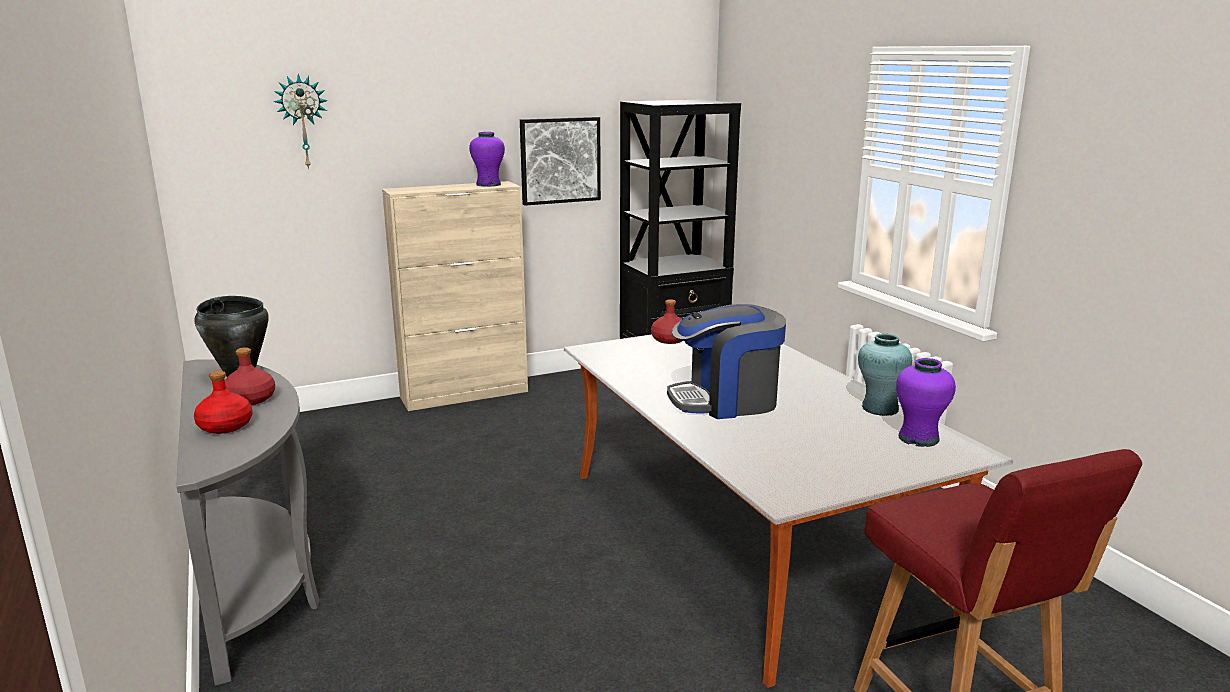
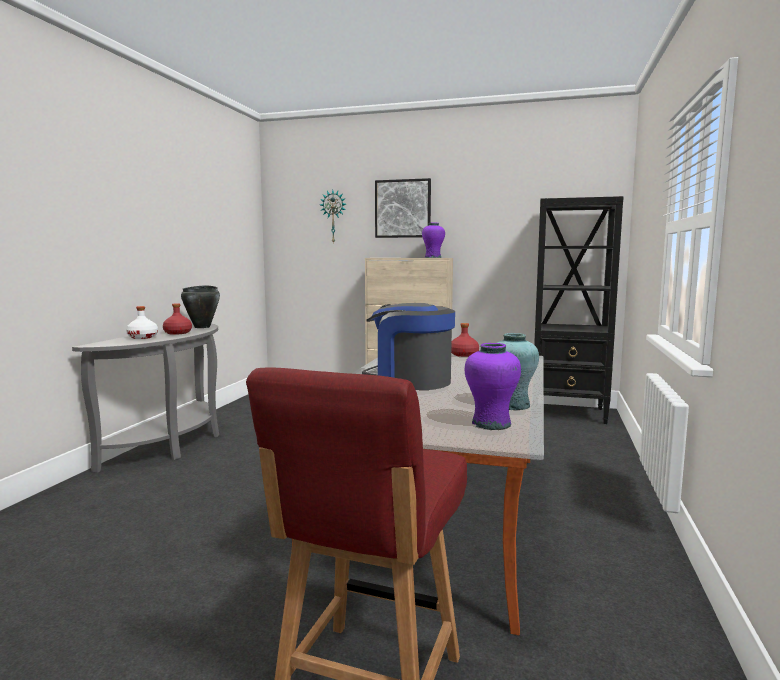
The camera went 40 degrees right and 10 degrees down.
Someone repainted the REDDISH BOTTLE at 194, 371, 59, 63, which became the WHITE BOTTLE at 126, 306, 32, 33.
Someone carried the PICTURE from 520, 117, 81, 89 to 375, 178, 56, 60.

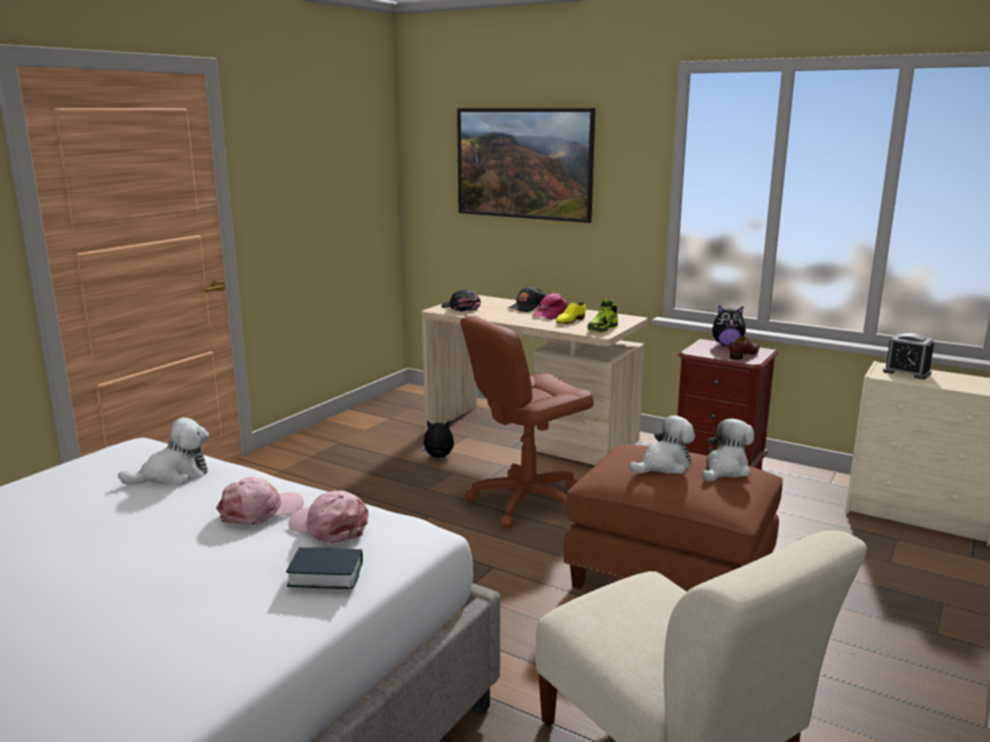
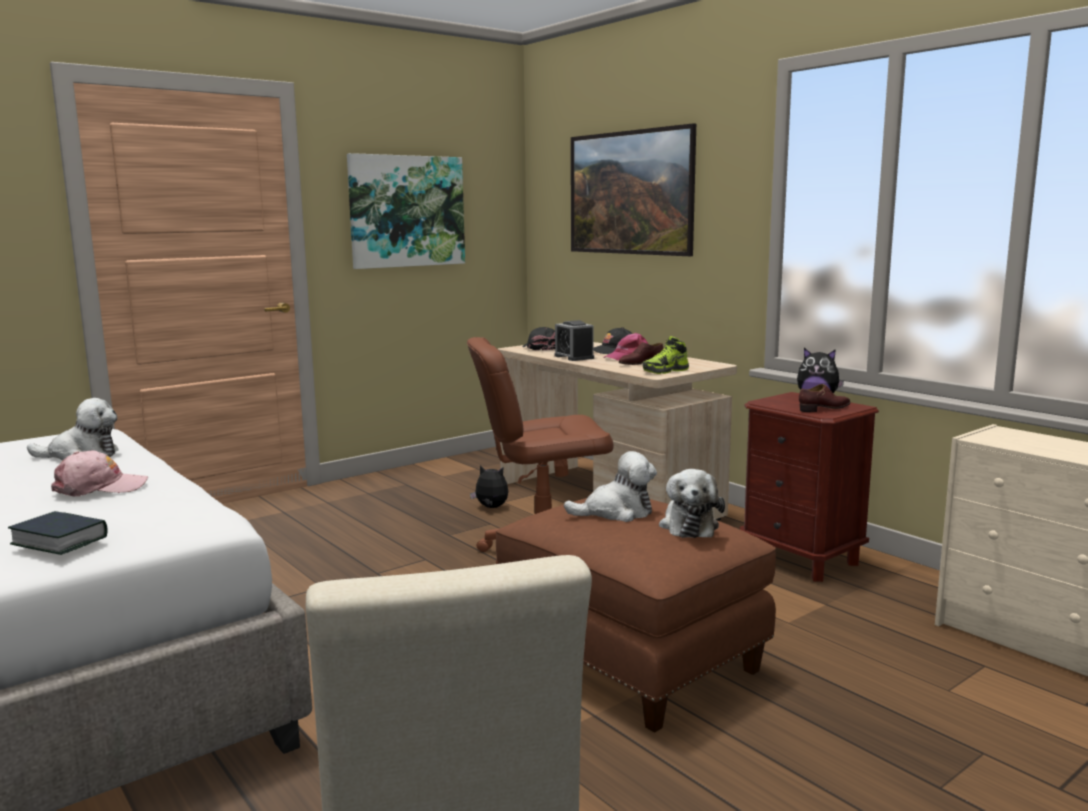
The camera went 20 degrees right and 5 degrees down.
Someone took away the PINK CAP at 288, 490, 81, 54.
Someone repainted the YELLOW LOW SHOE at 556, 302, 30, 22, which became the BROWN-COLOURED LOW SHOE at 619, 342, 45, 23.
Someone rotated the PLUSH TOY at 702, 419, 52, 62 by 120 degrees clockwise.
Someone carried the BEDSIDE CLOCK from 883, 333, 51, 46 to 554, 320, 40, 41.
Someone put up the PICTURE at 347, 153, 118, 116.

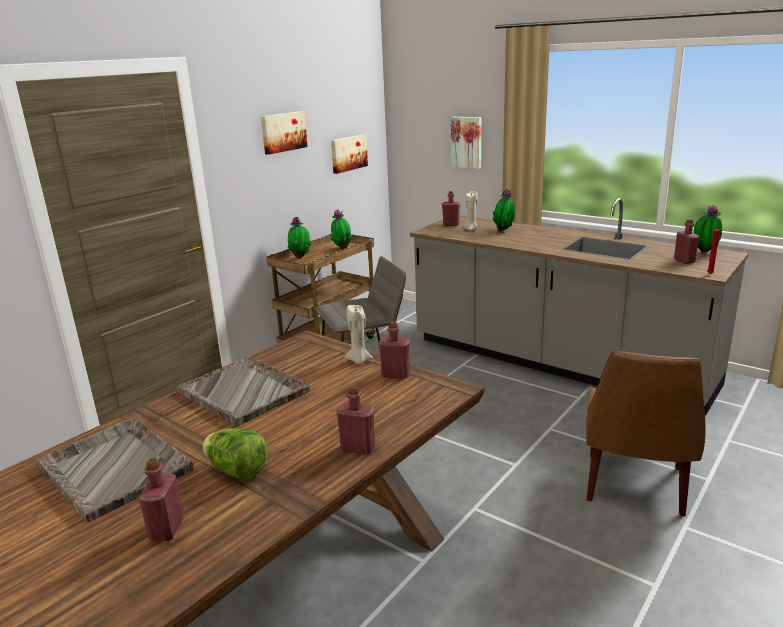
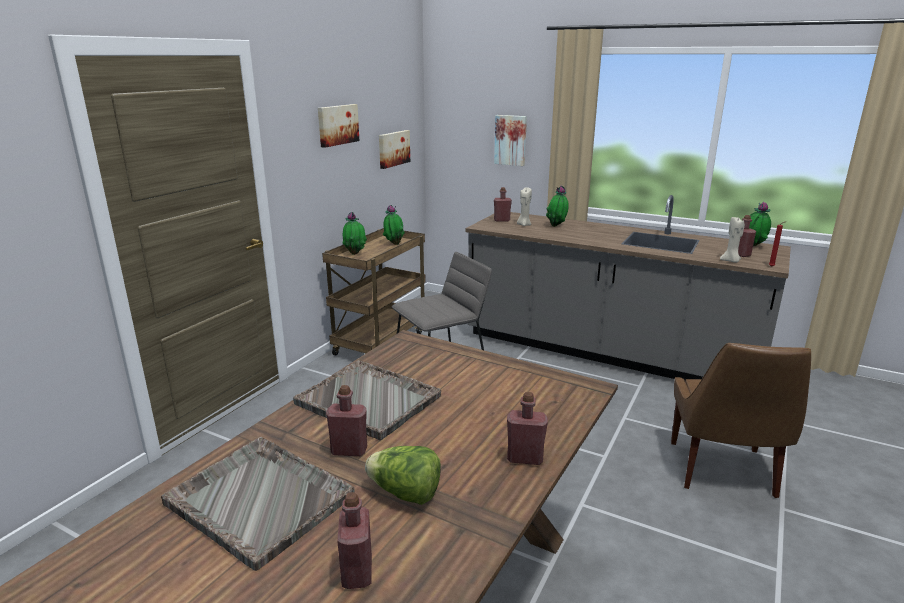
The camera went 10 degrees left and 0 degrees up.
Someone carried the BEIGE-COLOURED WAX LIGHT from 345, 305, 28, 59 to 720, 217, 25, 46.
Someone carried the REDDISH BOTTLE from 379, 321, 31, 58 to 326, 385, 41, 71.

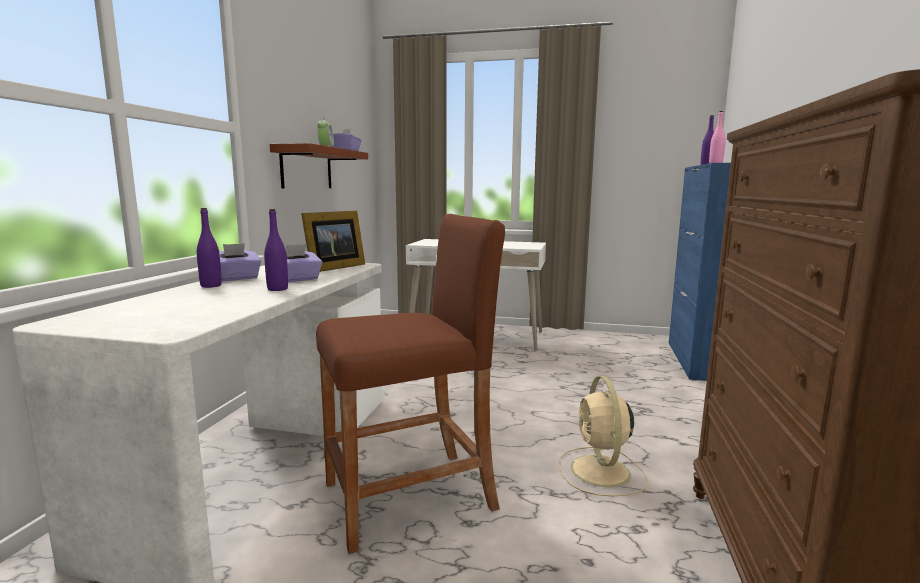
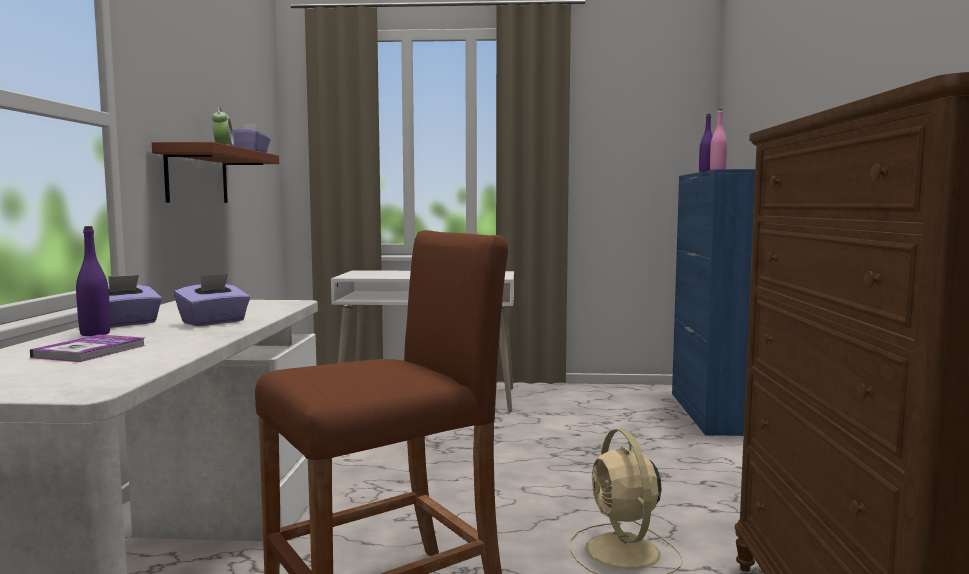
The camera went 10 degrees left and 5 degrees down.
Someone took away the PURPLISH BOTTLE at 264, 209, 24, 82.
Someone took away the PICTURE FRAME at 301, 211, 64, 61.
Someone put down the BOUND BOOK at 30, 335, 116, 27.

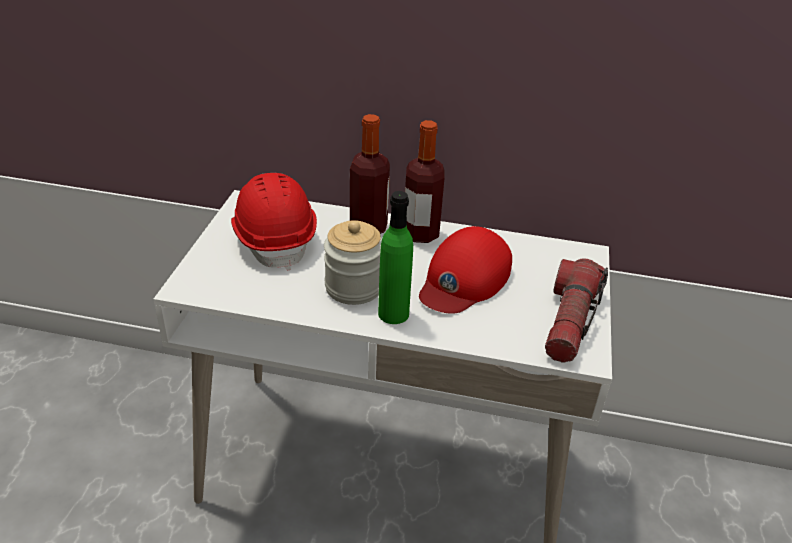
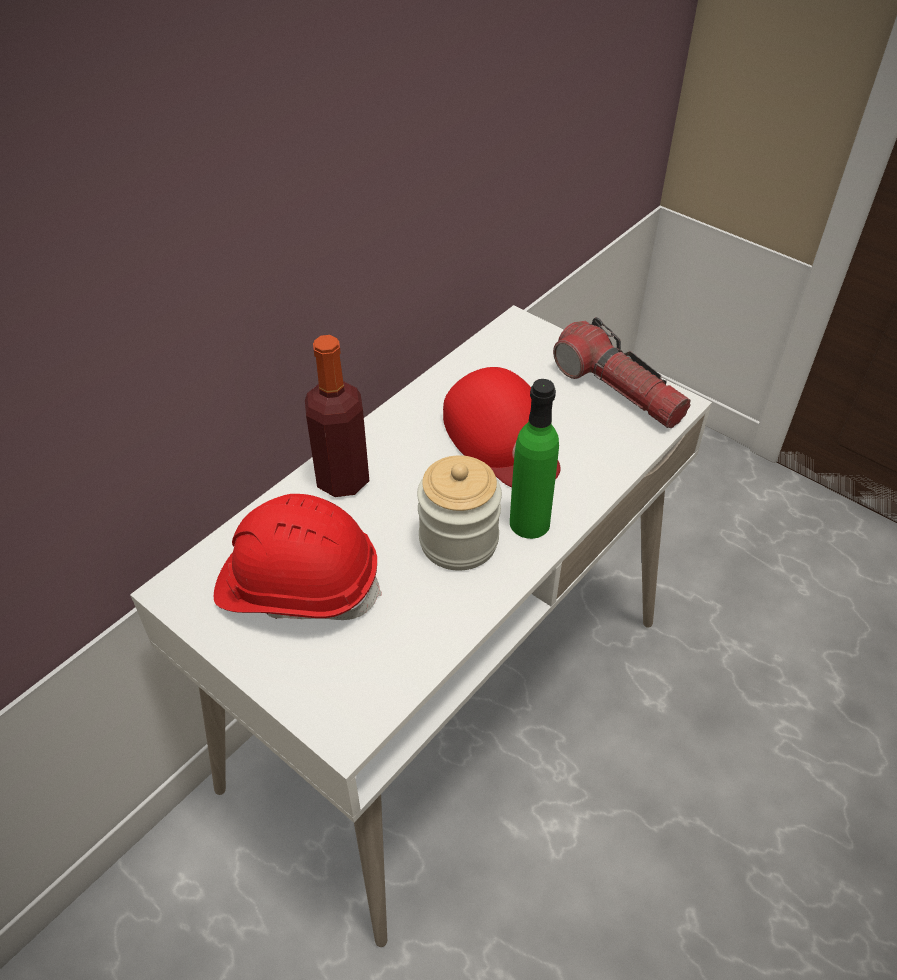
The camera went 60 degrees left and 10 degrees up.
Someone took away the BOTTLE at 405, 120, 40, 123.

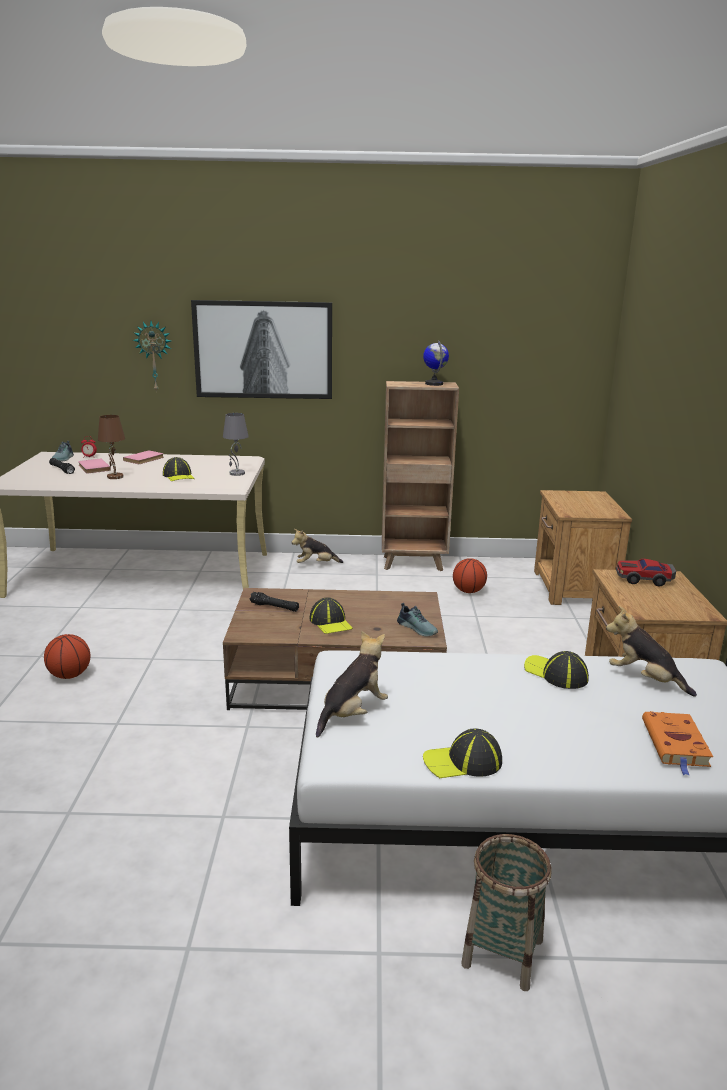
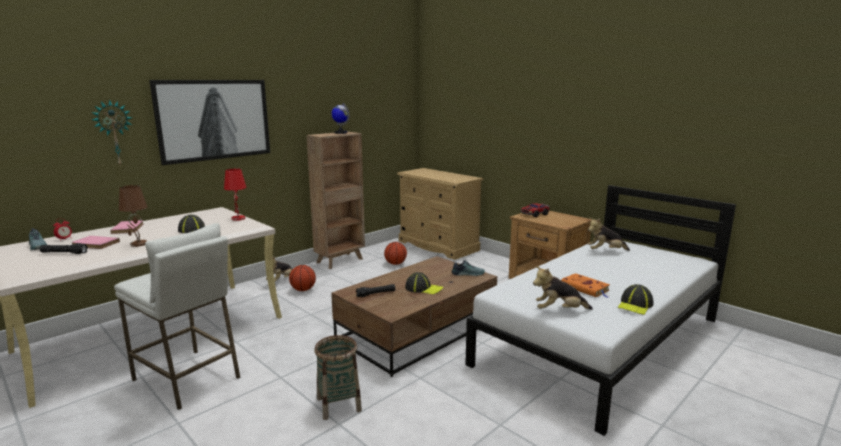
The camera went 45 degrees left and 5 degrees down.
Someone carried the BASKETBALL from 44, 634, 46, 45 to 289, 265, 27, 26.
Someone repainted the GREYISH TABLE LAMP at 223, 413, 26, 63, which became the REDDISH TABLE LAMP at 224, 169, 23, 52.
Someone rotated the PLUSH TOY at 316, 631, 72, 107 by 90 degrees counterclockwise.
Someone carried the STORAGE BASKET from 461, 834, 91, 157 to 314, 335, 48, 85.
Someone took away the CAP at 524, 651, 65, 38.
Someone swapped the BROWN-COLOURED BEDSIDE TABLE at 534, 490, 98, 115 for the BEIGE-COLOURED DRESSER at 397, 168, 86, 92.
Someone carried the ORANGE BOUND BOOK from 642, 711, 71, 65 to 561, 273, 49, 25.
Someone put down the WHITE STOOL SEAT at 114, 223, 127, 187.

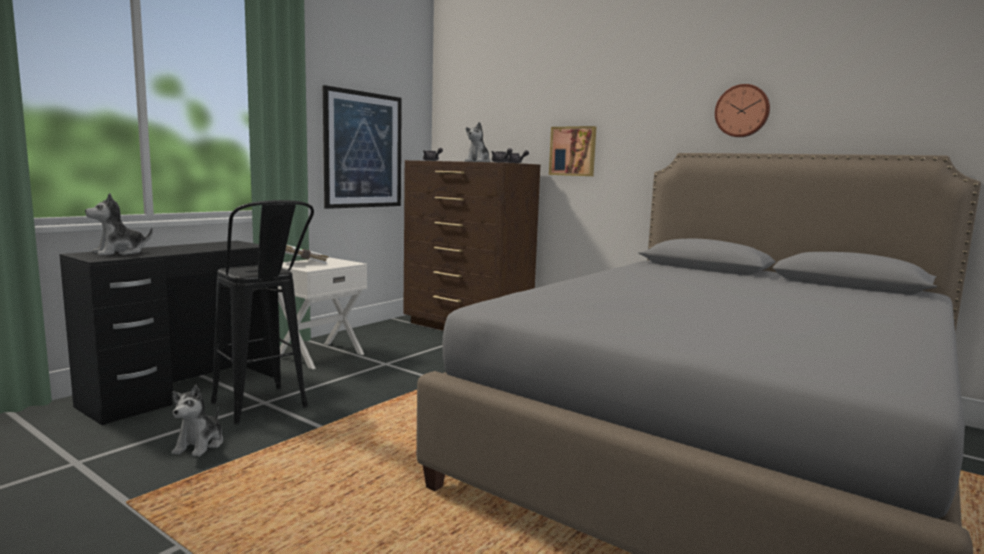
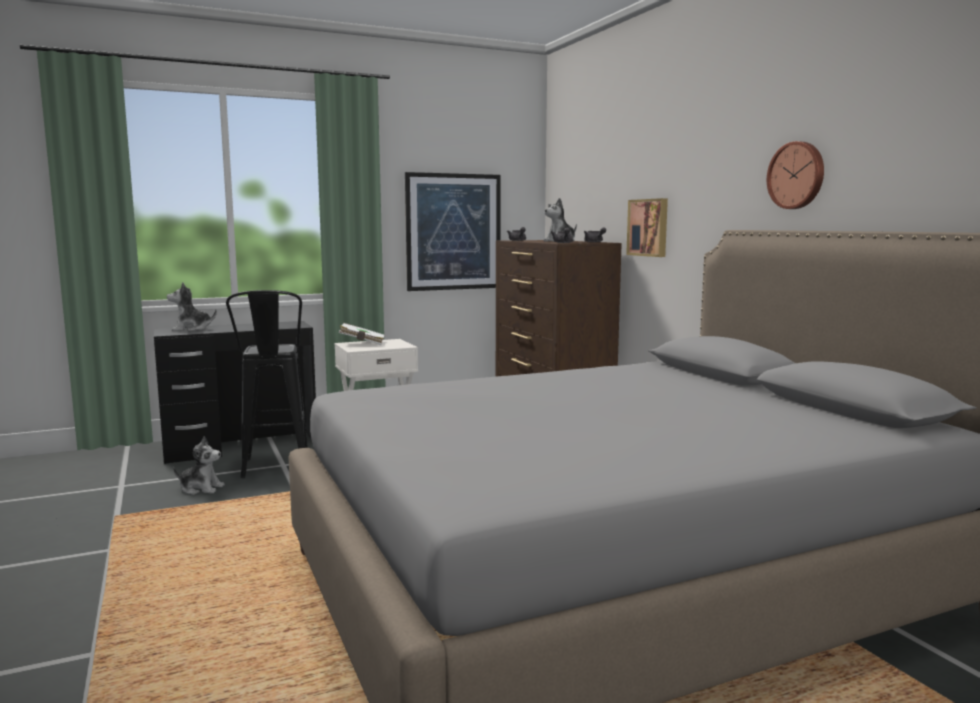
The camera went 30 degrees right and 0 degrees up.
Someone rotated the PLUSH TOY at 172, 385, 51, 72 by 120 degrees counterclockwise.

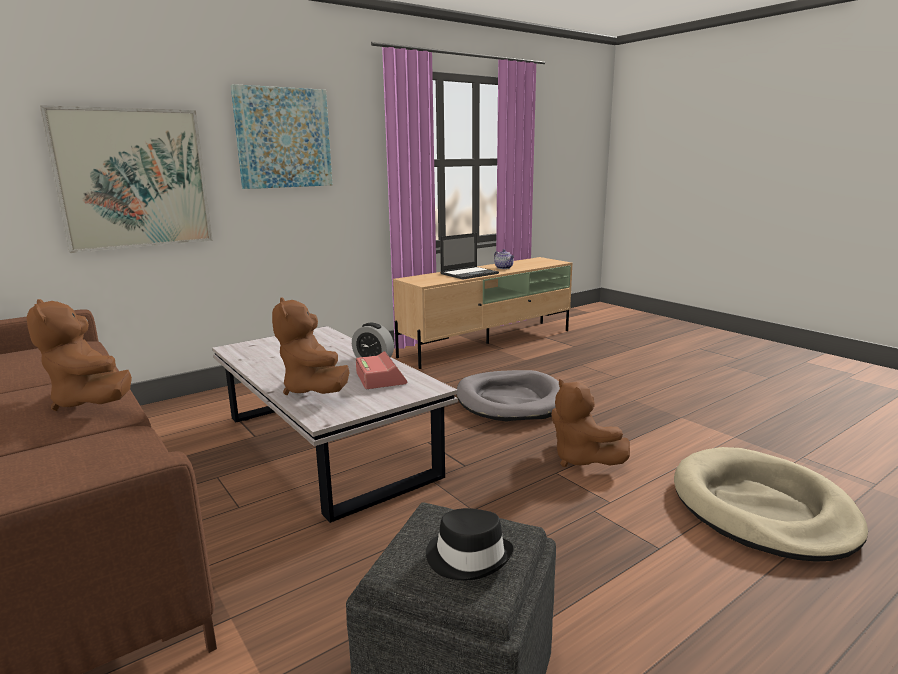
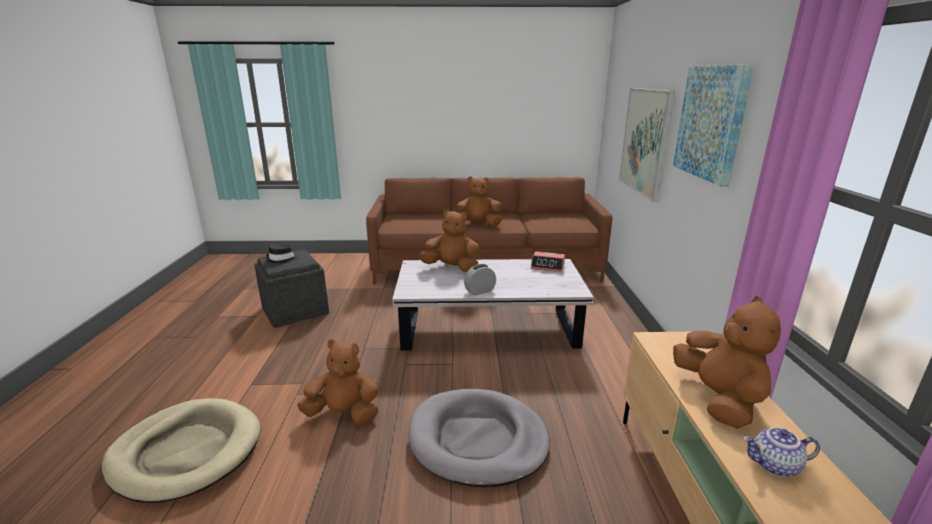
The camera went 125 degrees right and 5 degrees up.
Someone carried the BEDSIDE CLOCK from 356, 351, 51, 38 to 531, 251, 34, 21.
Someone swapped the NOTEBOOK COMPUTER at 440, 233, 59, 46 for the BROWN-COLOURED PLUSH TOY at 673, 296, 108, 133.

